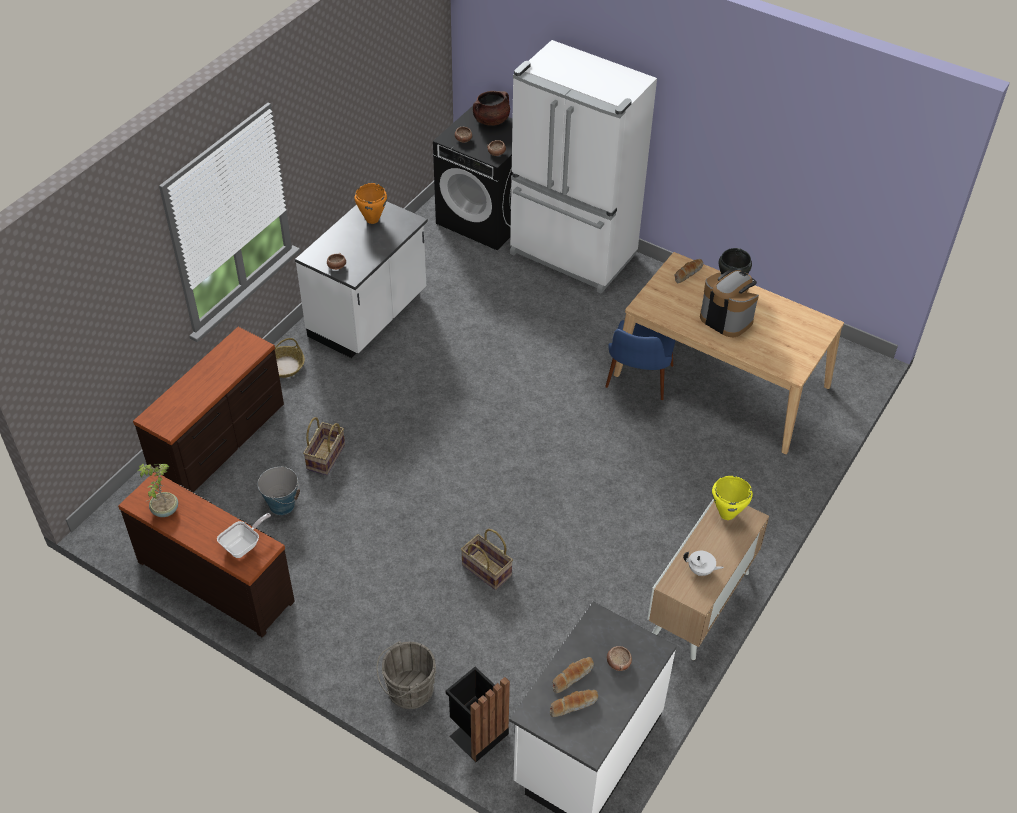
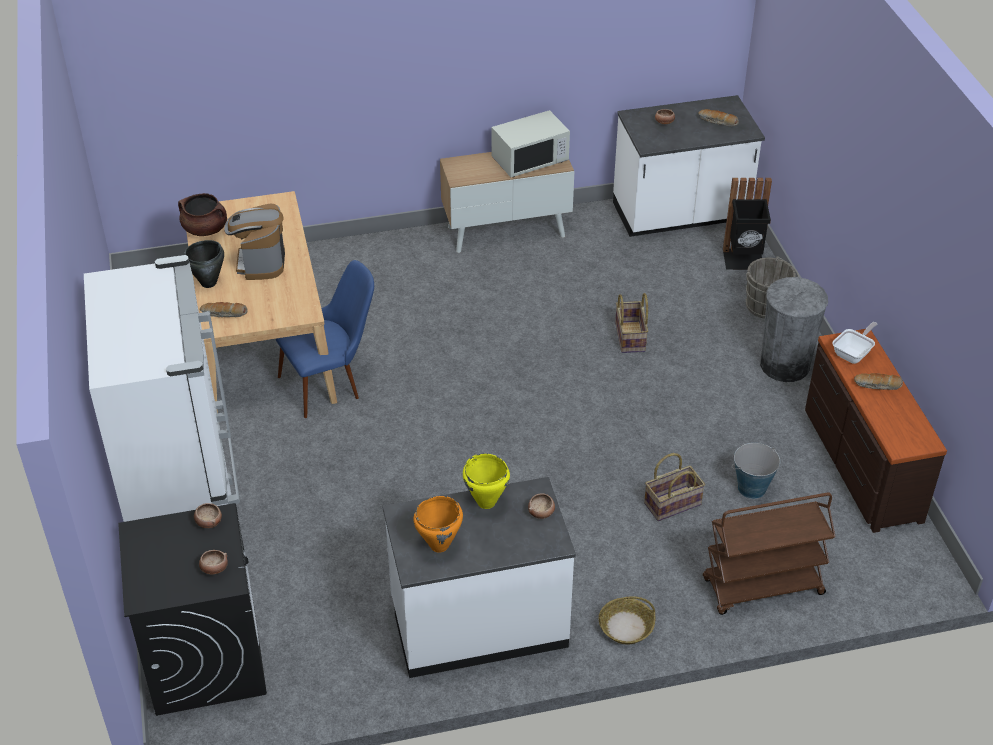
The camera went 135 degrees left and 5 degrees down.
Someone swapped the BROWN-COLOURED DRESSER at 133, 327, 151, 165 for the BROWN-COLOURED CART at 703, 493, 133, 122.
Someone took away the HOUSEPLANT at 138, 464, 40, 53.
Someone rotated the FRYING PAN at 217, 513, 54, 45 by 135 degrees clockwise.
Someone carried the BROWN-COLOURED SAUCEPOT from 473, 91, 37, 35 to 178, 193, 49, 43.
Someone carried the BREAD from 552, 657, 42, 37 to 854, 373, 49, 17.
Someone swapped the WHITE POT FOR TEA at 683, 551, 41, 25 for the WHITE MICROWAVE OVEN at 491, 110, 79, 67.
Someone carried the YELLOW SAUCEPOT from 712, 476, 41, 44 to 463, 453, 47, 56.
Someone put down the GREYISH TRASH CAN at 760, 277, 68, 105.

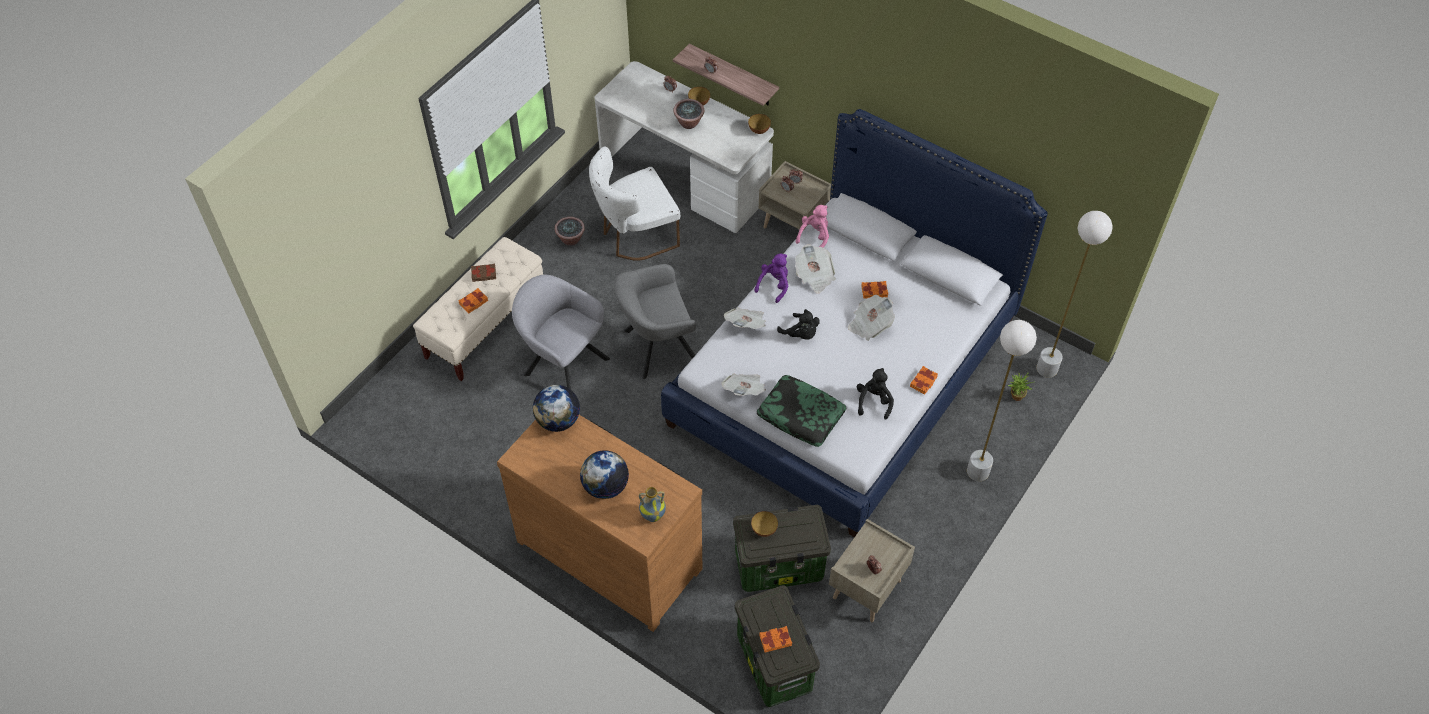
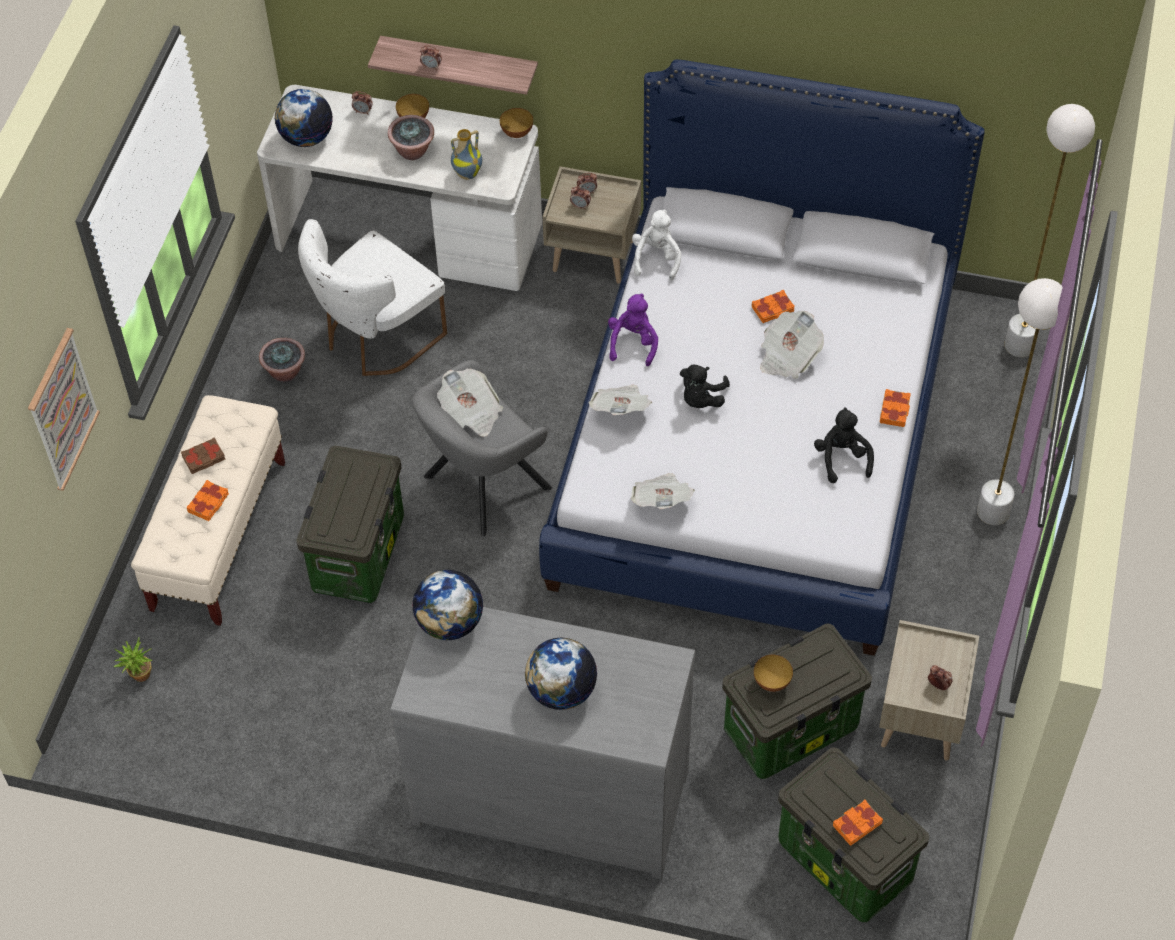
The camera went 20 degrees left and 0 degrees up.
Someone repainted the BROWN-COLOURED DRESSER at 497, 415, 205, 217, which became the GREYISH DRESSER at 390, 607, 306, 273.
Someone swapped the GREYISH LOUNGE CHAIR at 512, 275, 98, 114 for the STORAGE CONTAINER at 296, 446, 108, 157.
Someone carried the DECORATIVE VASE from 639, 487, 27, 35 to 451, 129, 31, 51.
Someone took away the THROW PILLOW at 757, 375, 90, 72.
Someone rotated the BLACKISH PLUSH TOY at 777, 309, 43, 31 by 90 degrees clockwise.
Someone carried the PRINTED PAPER from 795, 244, 41, 49 to 437, 368, 66, 69.
Someone repainted the PINK PLUSH TOY at 796, 205, 33, 43, which became the WHITE PLUSH TOY at 632, 209, 49, 72.
Someone carried the HOUSEPLANT from 1008, 372, 25, 29 to 114, 637, 39, 45.
Someone put up the PICTURE at 28, 328, 72, 163.
Someone put down the WORLD GLOBE at 275, 89, 58, 58.

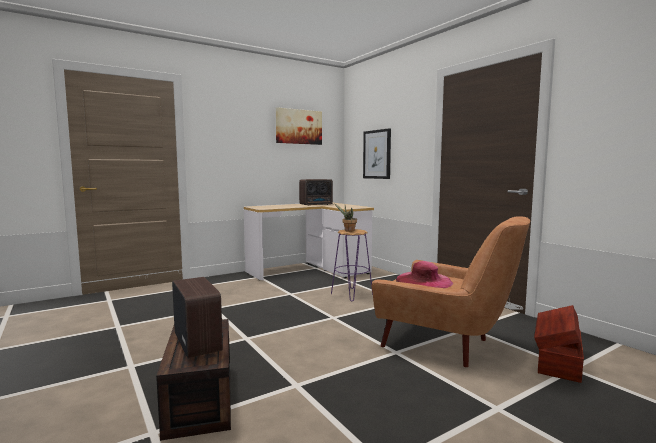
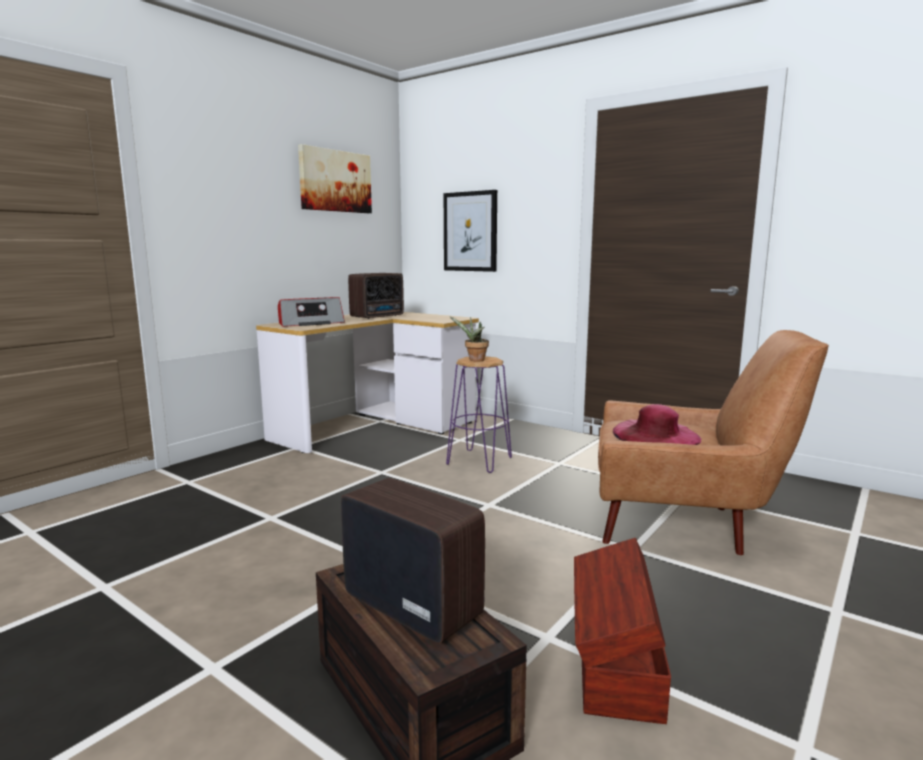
The camera went 20 degrees left and 5 degrees up.
Someone carried the BROWN-COLOURED STORAGE CONTAINER from 534, 305, 50, 78 to 574, 538, 97, 186.
Someone put down the RADIO RECEIVER at 278, 297, 67, 30.

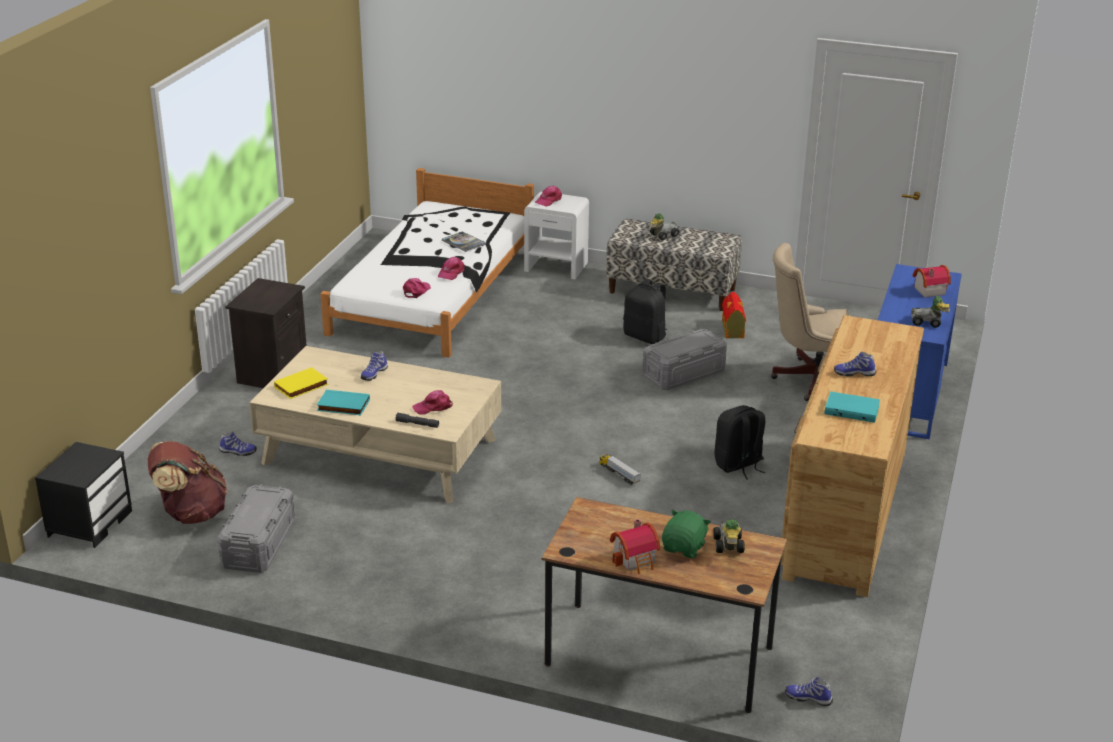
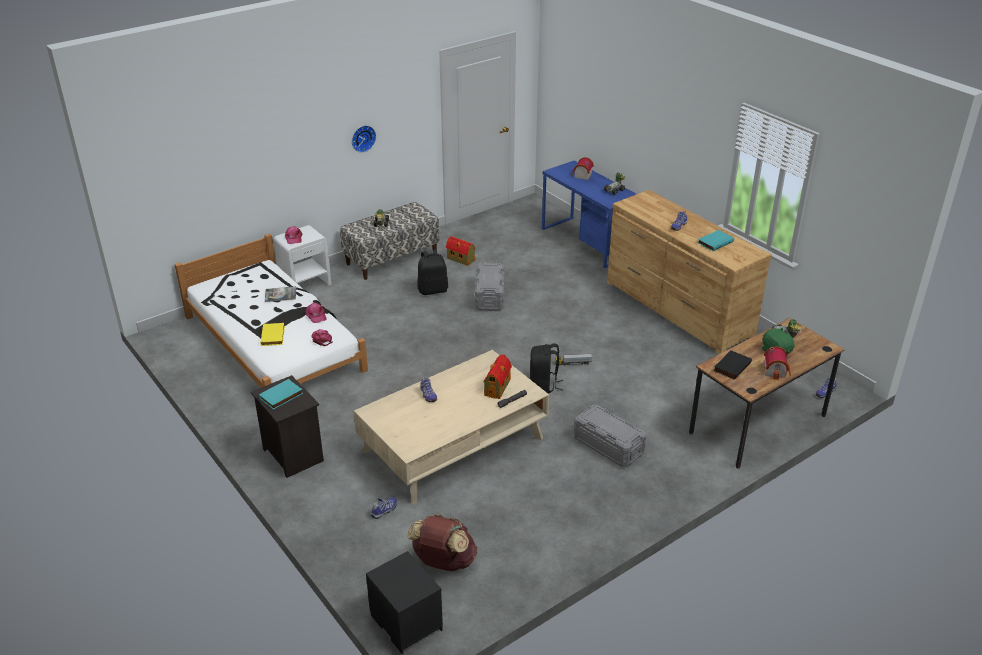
The camera went 55 degrees left and 5 degrees up.
Someone carried the GREYISH STORAGE CONTAINER from 217, 484, 78, 89 to 574, 405, 72, 62.
Someone carried the YELLOW BOUND BOOK from 274, 367, 55, 32 to 260, 323, 25, 23.
Someone carried the TURQUOISE BOUND BOOK from 317, 390, 53, 25 to 259, 379, 44, 31.
Someone swapped the PINK CAP at 412, 390, 41, 24 for the MODEL HOUSE at 483, 354, 29, 45.
Someone carried the BLACKISH RUCKSACK from 715, 405, 51, 75 to 530, 343, 33, 50.
Someone took away the BEIGE-COLOURED COMPUTER CHAIR at 771, 243, 79, 158.
Someone put up the CLOCK ON THE WALL at 352, 125, 24, 28.
Someone put down the BLACKISH BOUND BOOK at 713, 350, 39, 30.

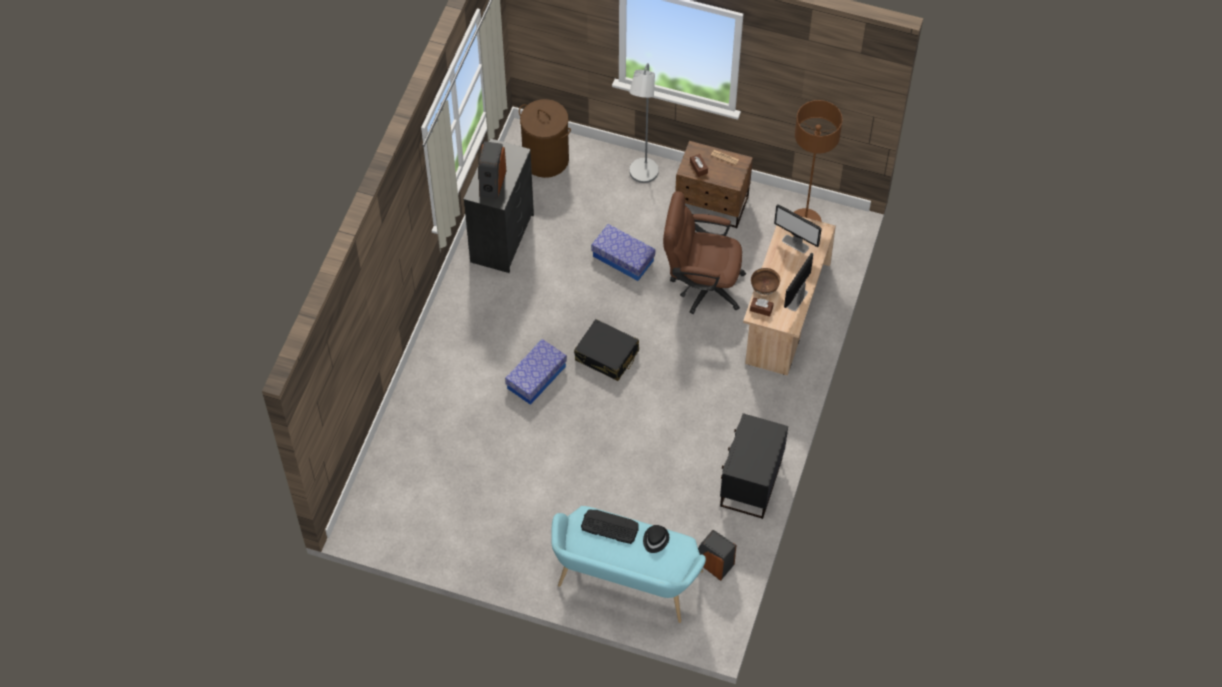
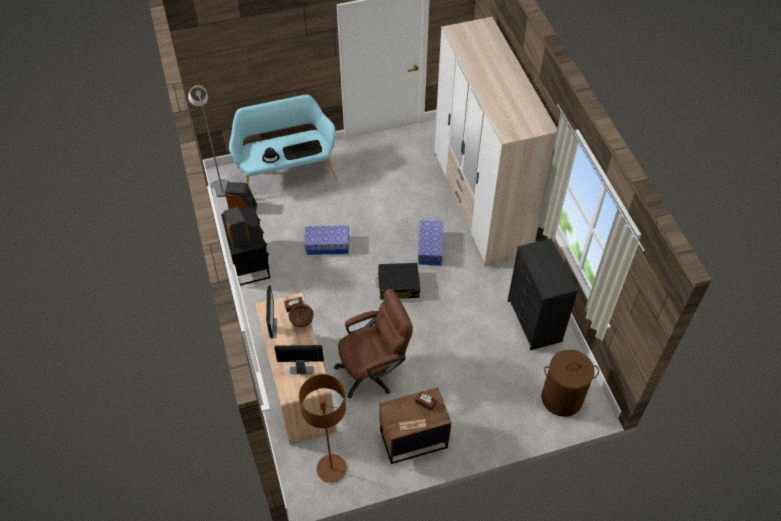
The camera went 145 degrees right and 5 degrees down.
Someone carried the LOUDSPEAKER from 479, 141, 27, 58 to 223, 206, 28, 43.
Someone carried the STORAGE CONTAINER from 591, 224, 64, 57 to 304, 225, 45, 30.
Someone carried the GREYISH STANDARD LAMP from 629, 63, 30, 120 to 188, 85, 42, 112.
Someone put down the WARDROBE at 434, 17, 123, 250.

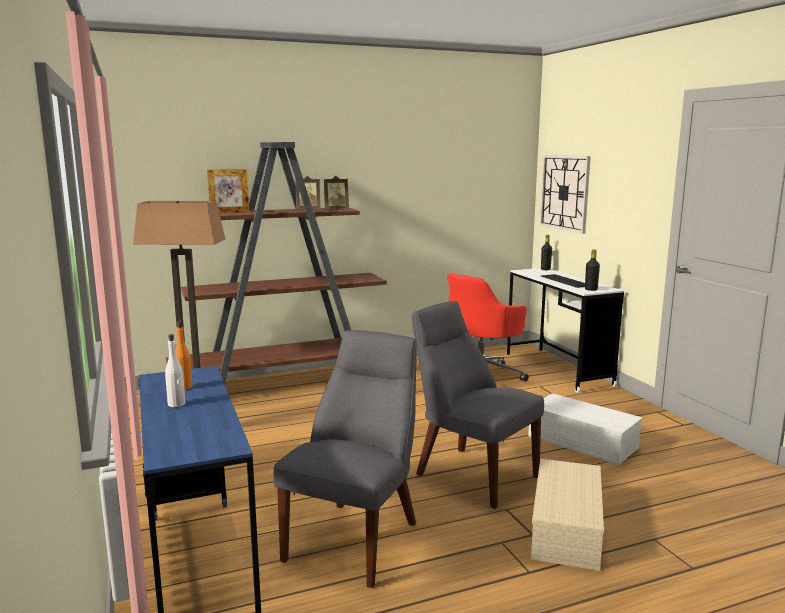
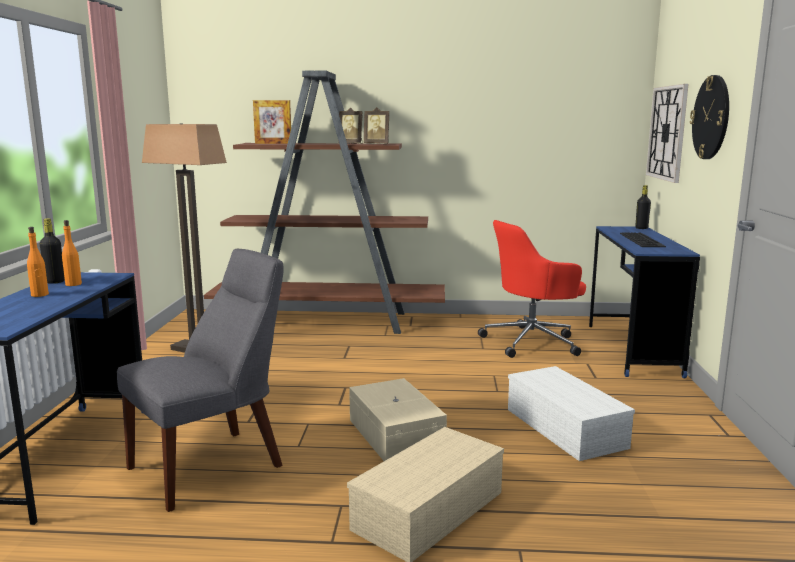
The camera went 25 degrees right and 0 degrees up.
Someone repainted the WHITE BOTTLE at 165, 334, 20, 73, which became the ORANGE BOTTLE at 27, 227, 22, 70.
Someone swapped the GREYISH PLAIN CHAIR at 412, 301, 132, 208 for the BEIGE-COLOURED STORAGE CONTAINER at 349, 378, 98, 83.
Someone repainted the WHITE DESK TABLE at 507, 268, 117, 125, which became the BLUE-COLOURED DESK TABLE at 589, 226, 111, 152.
Someone carried the BLACKISH BOTTLE from 585, 249, 15, 42 to 40, 218, 25, 66.
Someone put up the CLOCK ON THE WALL at 690, 75, 39, 84.

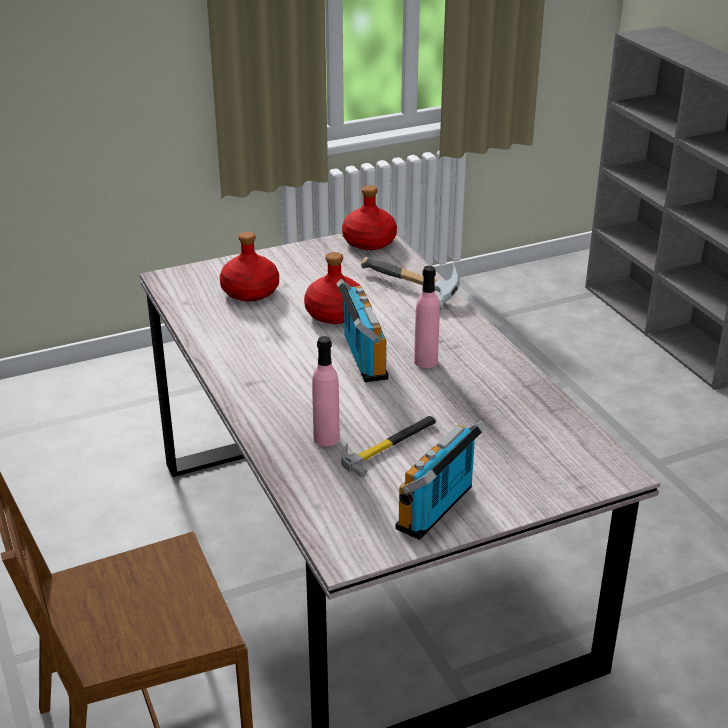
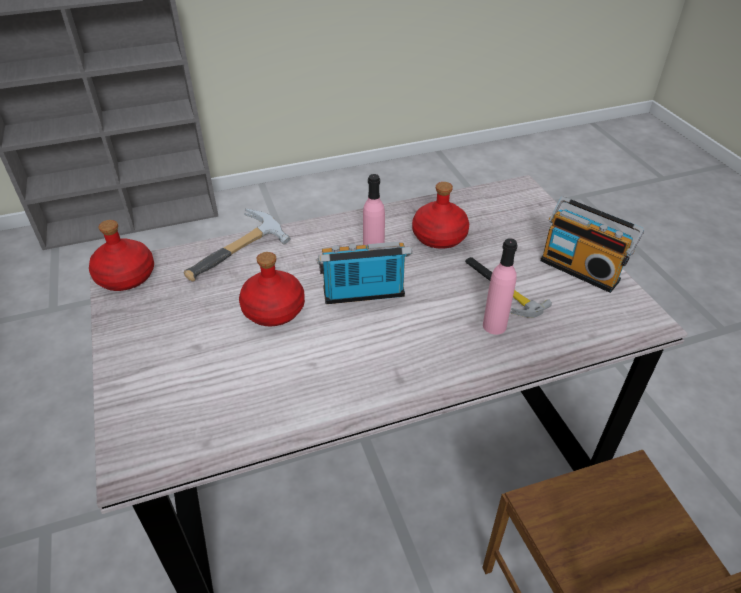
The camera went 85 degrees left and 10 degrees up.
Someone carried the REDDISH BOTTLE from 220, 231, 59, 70 to 412, 182, 57, 67.

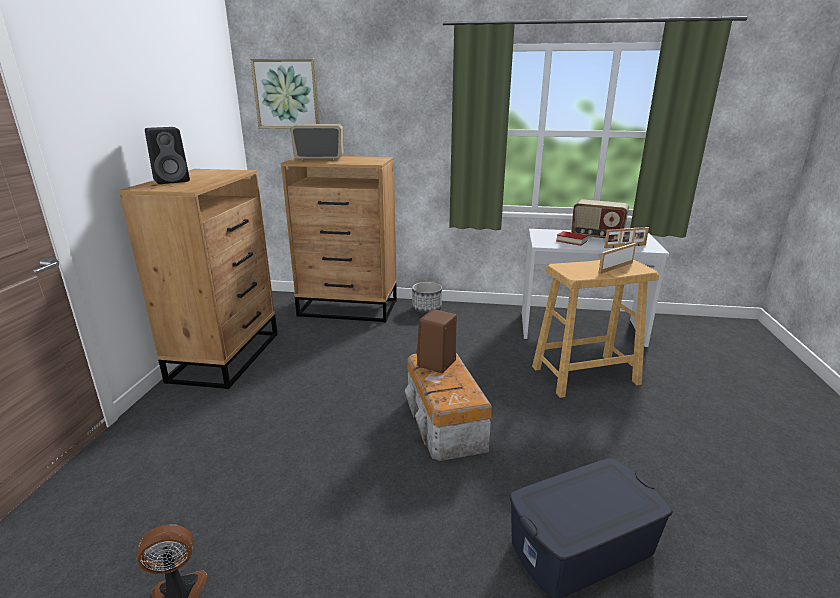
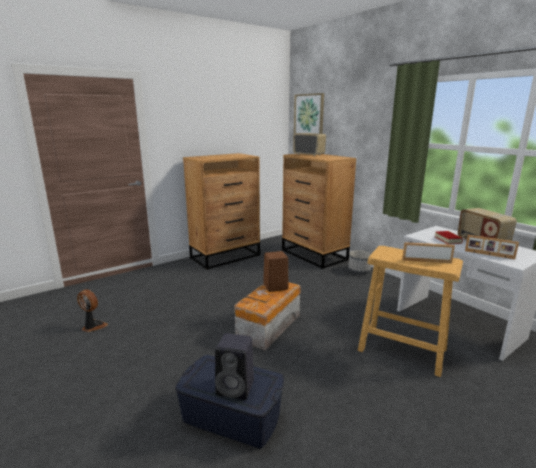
The camera went 45 degrees right and 5 degrees down.
Someone carried the BLACKISH LOUDSPEAKER from 145, 127, 45, 57 to 215, 333, 39, 67.

